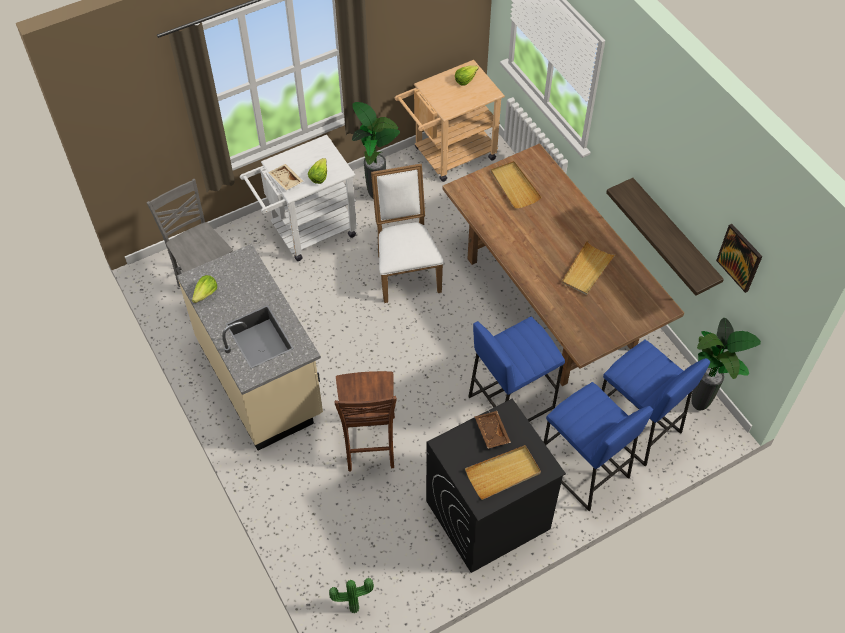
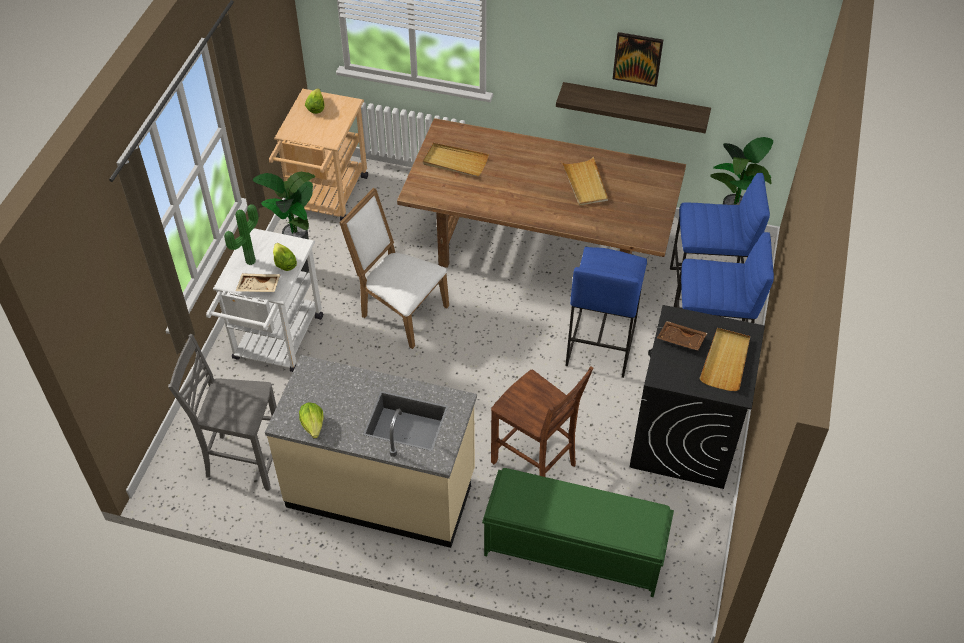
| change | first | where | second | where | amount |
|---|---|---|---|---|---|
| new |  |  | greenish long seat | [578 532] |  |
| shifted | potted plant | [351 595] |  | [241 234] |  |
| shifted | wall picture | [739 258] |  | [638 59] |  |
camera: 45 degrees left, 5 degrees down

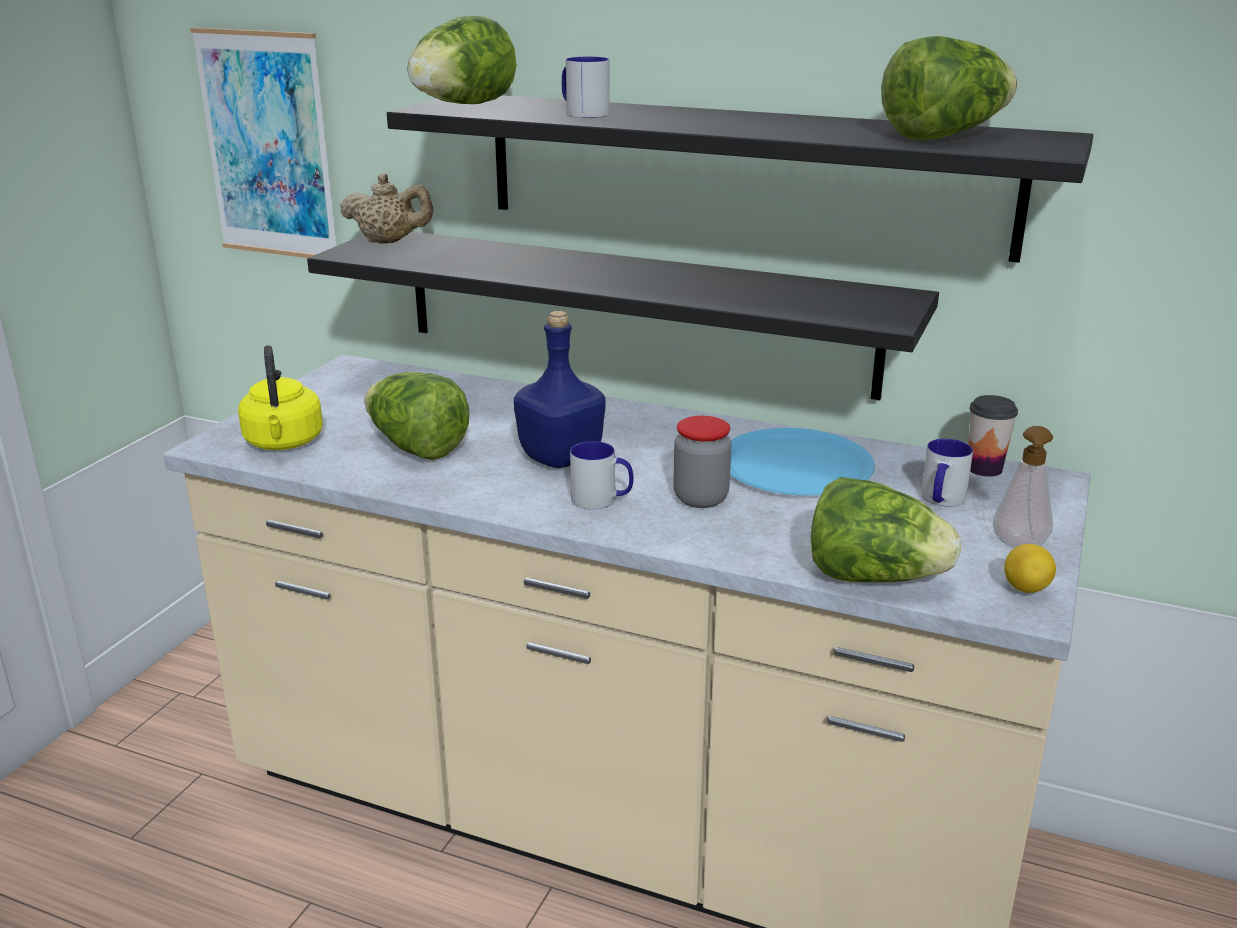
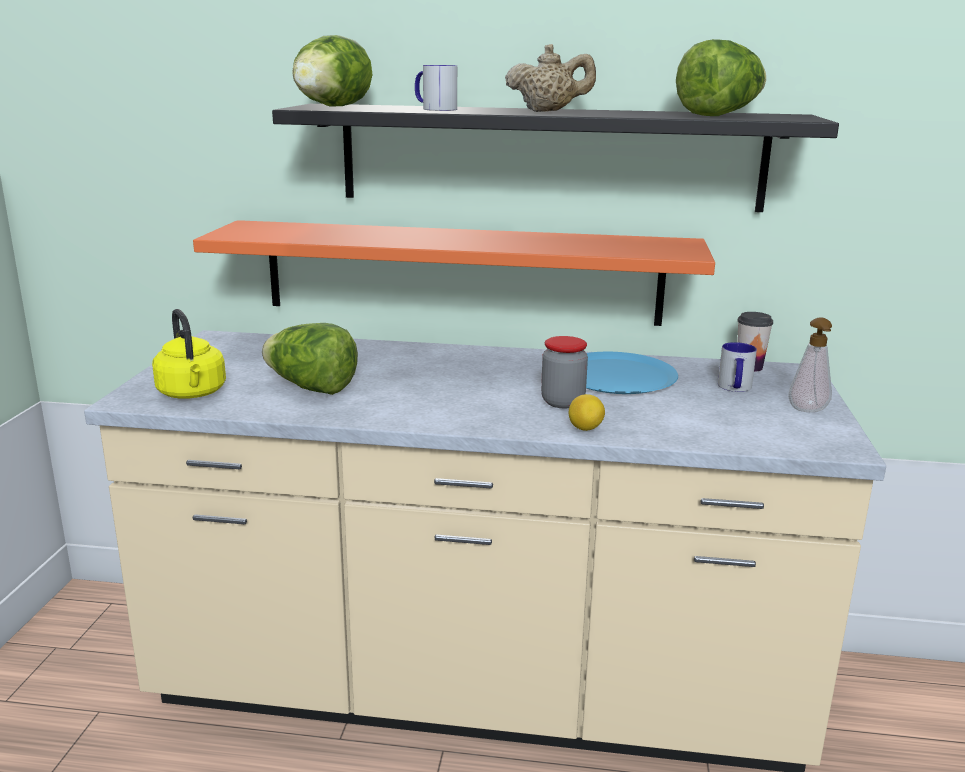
| change | first | where | second | where | amount |
|---|---|---|---|---|---|
| gone | wall picture | [263 142] |  |  |  |
| gone | bluish drink bottle | [560 389] |  |  |  |
| gone | mug | [601 475] |  |  |  |
| gone | lettuce head | [886 529] |  |  |  |
| shifted | beige-coloured pot for tea | [386 208] |  | [550 78] |  |
| shifted | whole lemon | [1030 568] |  | [587 412] |  |
| repainted | black-coloured wall shelf | [623 316] | orangey wall shelf | [454 273] |  |
camera: 15 degrees left, 5 degrees down

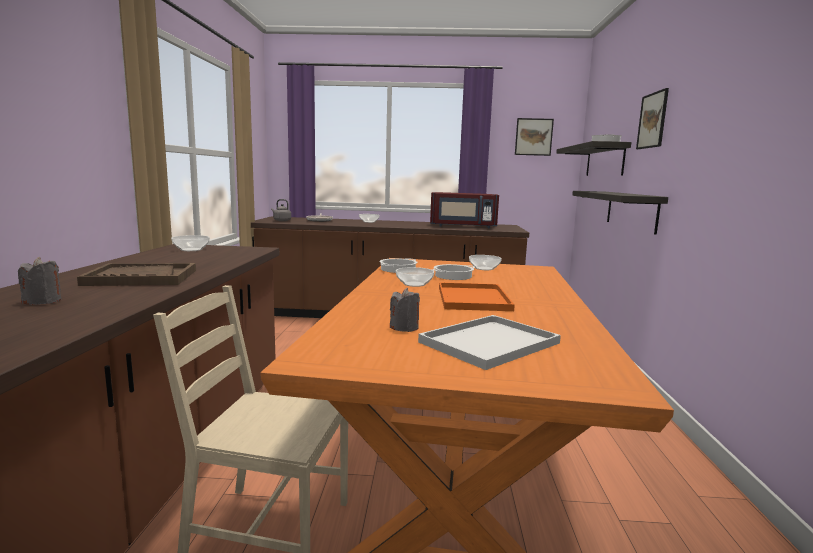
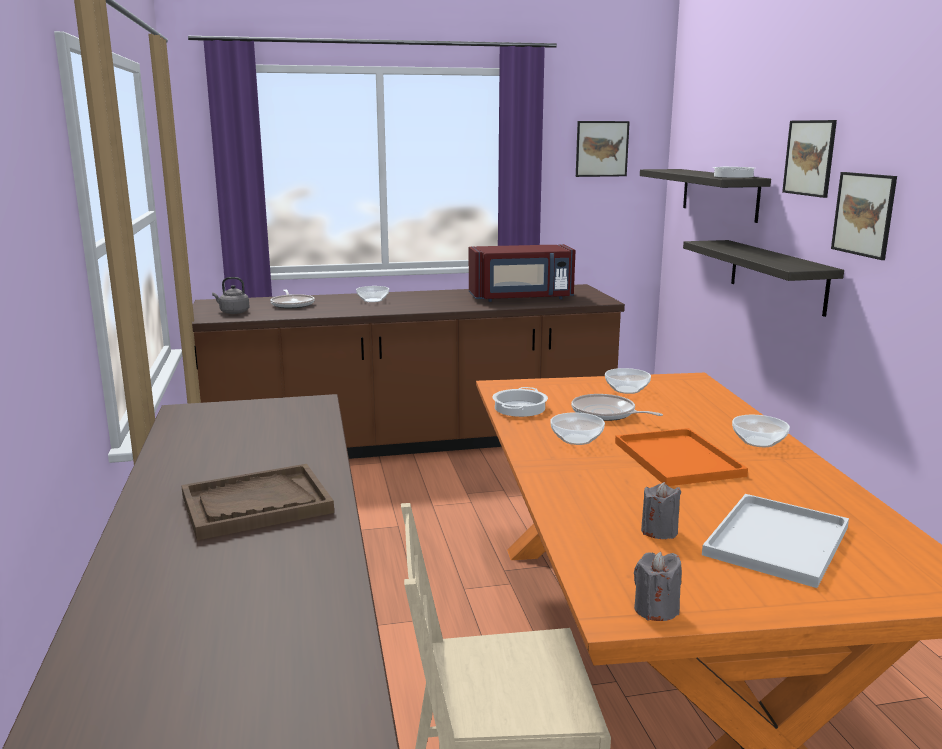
| change | first | where | second | where | amount |
|---|---|---|---|---|---|
| new |  |  | wall picture | [864 216] |  |
| shifted | grey wax candle | [39 281] |  | [658 586] |  |
| shifted | serving bowl | [190 243] |  | [761 431] |  |
| swapped | stockpot | [453 272] | frying pan | [617 407] |  |
camera: 15 degrees left, 5 degrees up

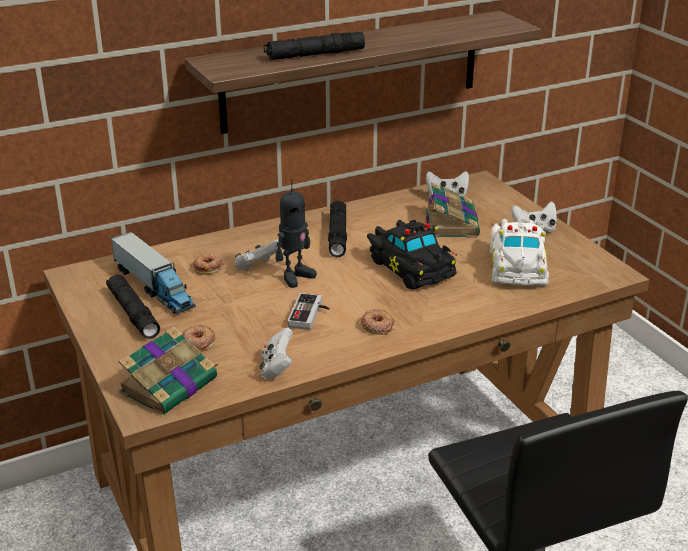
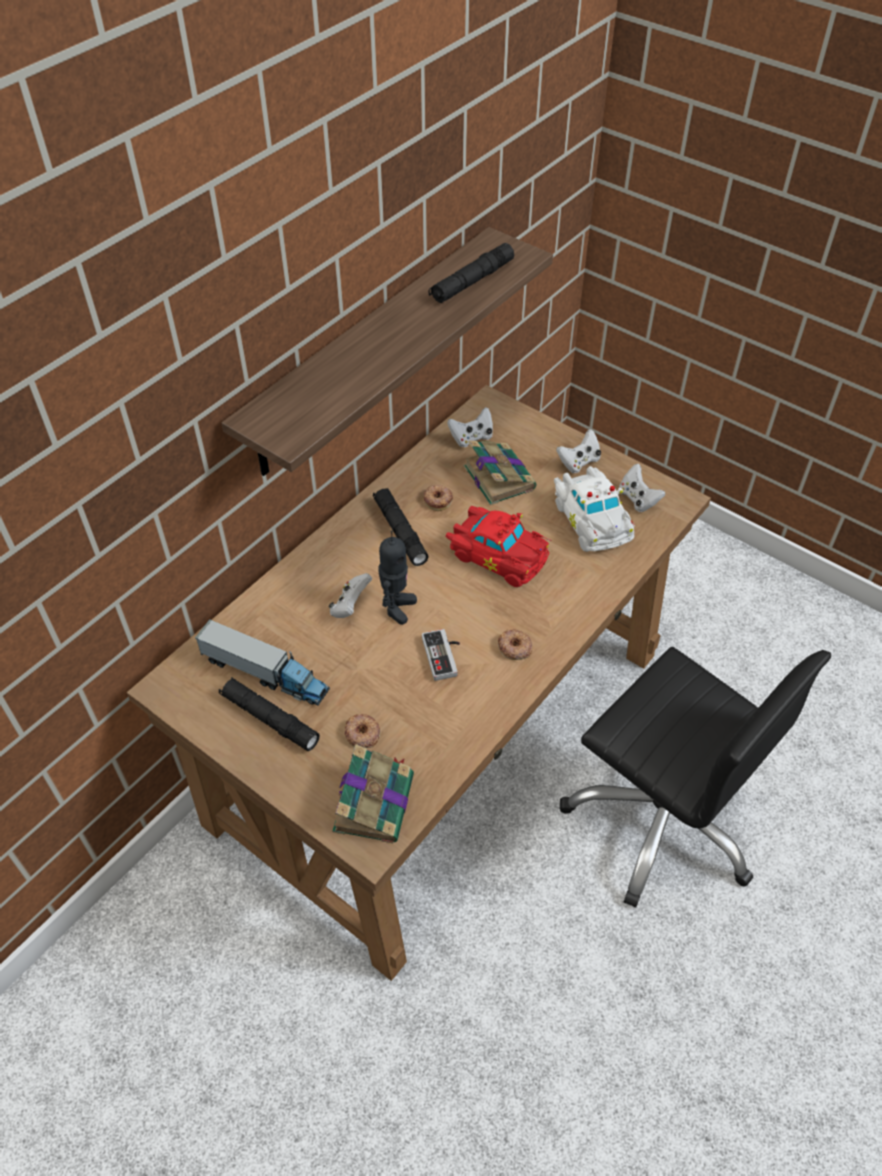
| change | first | where | second | where | amount |
|---|---|---|---|---|---|
| shifted | donut | [208 264] |  | [438 498] |  |
| shifted | white-coloured joypad | [276 354] |  | [642 488] |  |
| shifted | black-coloured torch | [314 45] |  | [471 273] |  |
| repainted | black-coloured miniature car | [412 255] | red miniature car | [498 546] |  |
camera: 25 degrees left, 20 degrees up

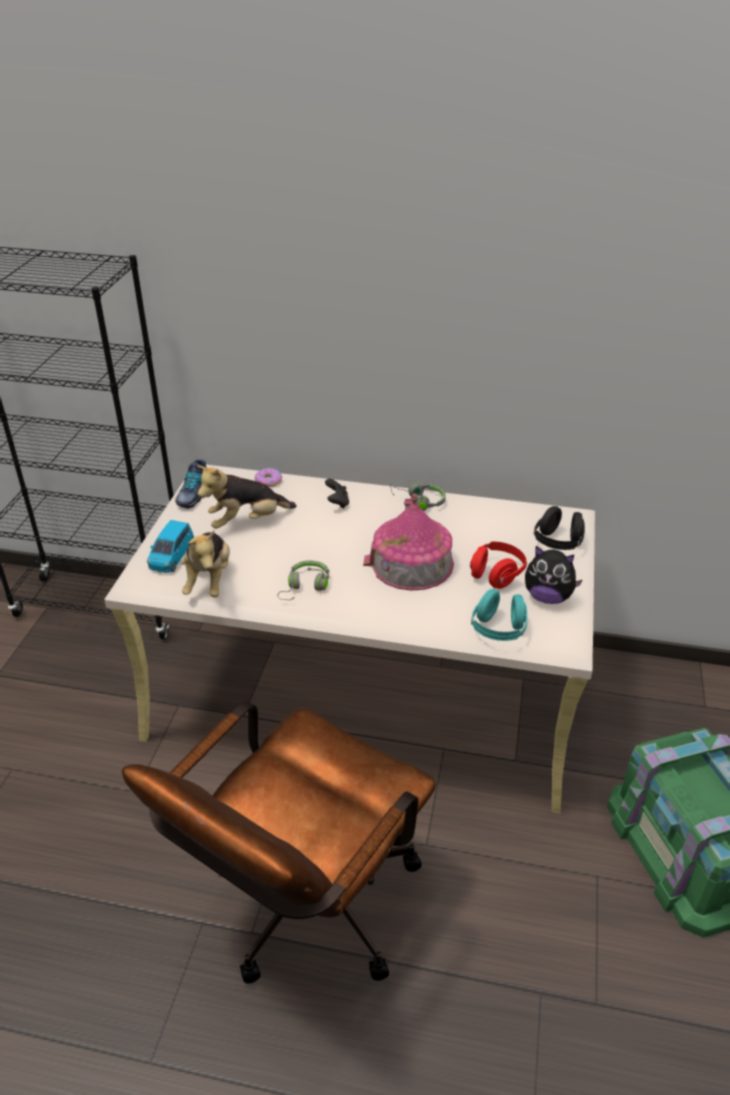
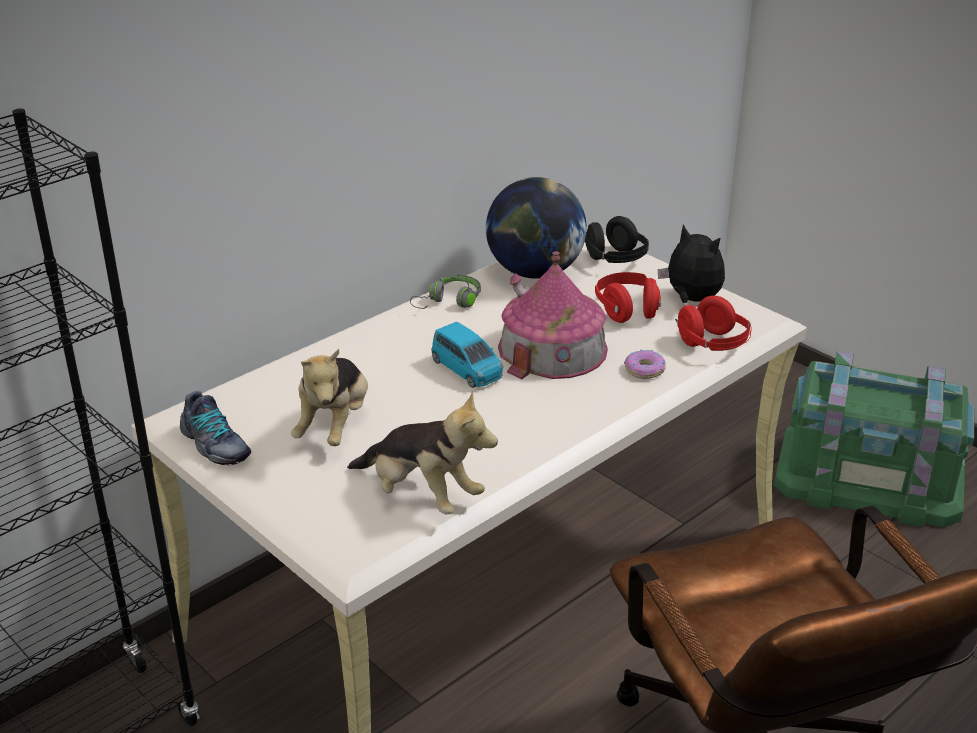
| change | first | where | second | where | amount |
|---|---|---|---|---|---|
| gone | grey headset | [303 580] |  |  |  |
| gone | black-coloured joypad | [337 493] |  |  |  |
| new |  |  | globe | [536 228] |  |
| shifted | bluish miniature car | [170 546] |  | [467 355] |  |
| shifted | donut | [268 477] |  | [645 364] |  |
| repainted | turquoise headset | [499 615] | red headset | [713 323] |  |
| rotated | cuddly toy | [553 575] |  | [691 264] | 105 degrees counterclockwise |
camera: 55 degrees left, 5 degrees down

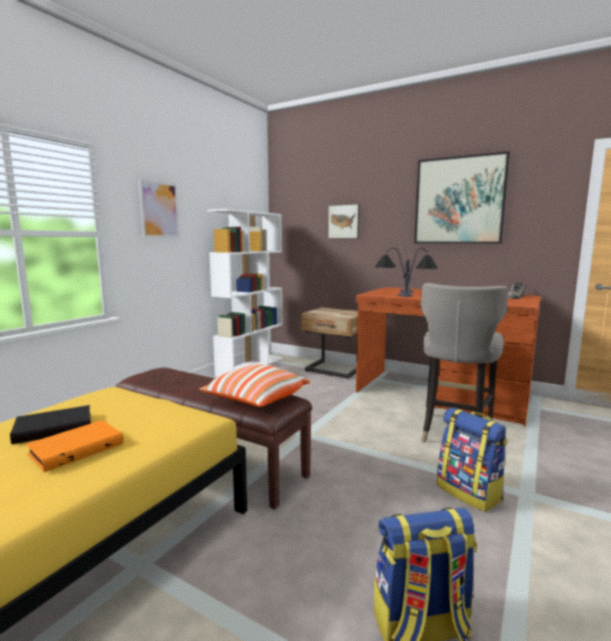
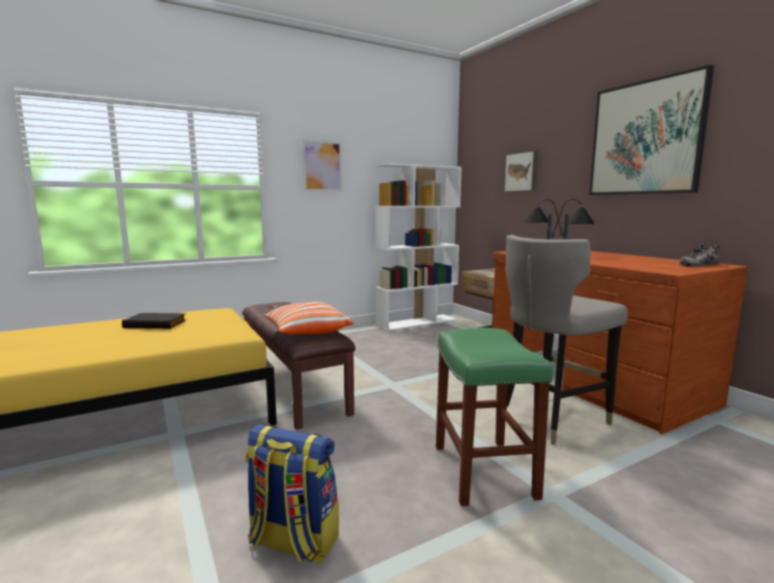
| change | first | where | second | where | amount |
|---|---|---|---|---|---|
| gone | orangey book | [75 446] |  |  |  |
| swapped | knapsack | [472 459] | greenish stool | [494 417] |  |
camera: 30 degrees right, 0 degrees up

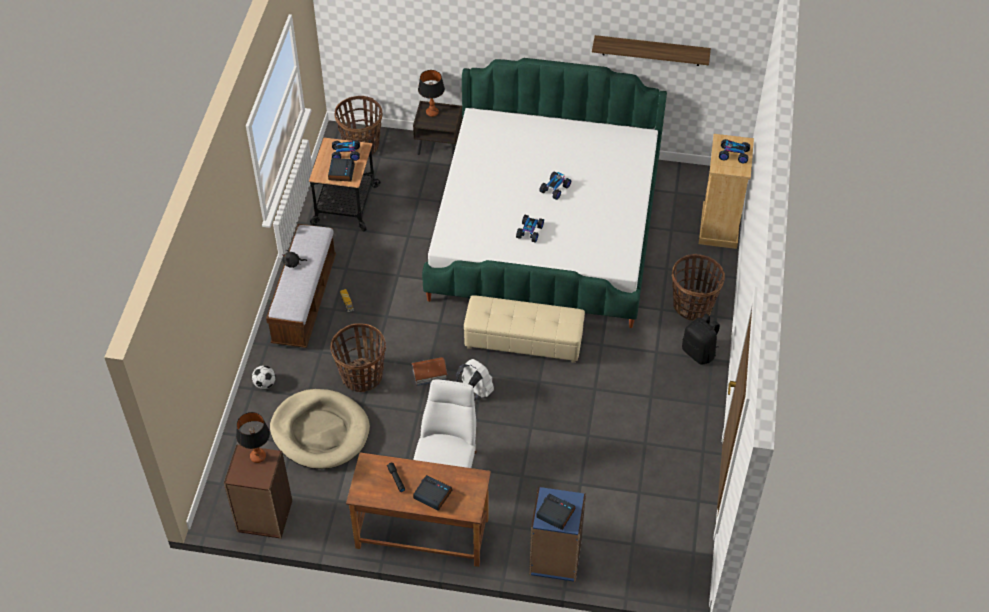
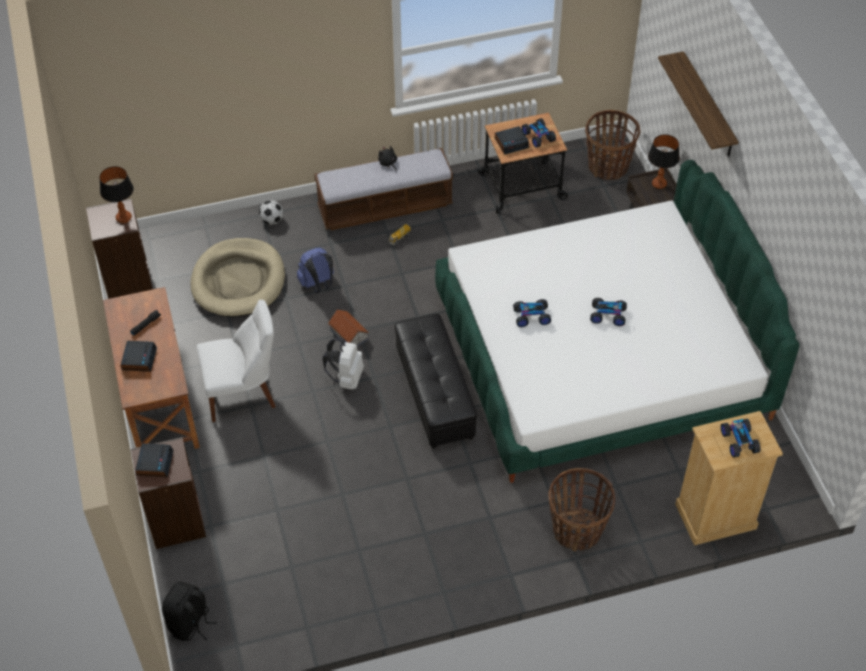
| change | first | where | second | where | amount |
|---|---|---|---|---|---|
| shifted | wall shelf | [651 50] |  | [698 104] |  |
| shifted | black-coloured knapsack | [701 339] |  | [189 611] |  |
| swapped | basket | [358 358] | bluish knapsack | [315 270] |  |
| repainted | beige-coloured pouffe | [524 329] | black-coloured pouffe | [436 381] |  |
| repainted | bluish bookshelf | [557 534] | brown-coloured bookshelf | [168 493] |  |
camera: 65 degrees right, 0 degrees up

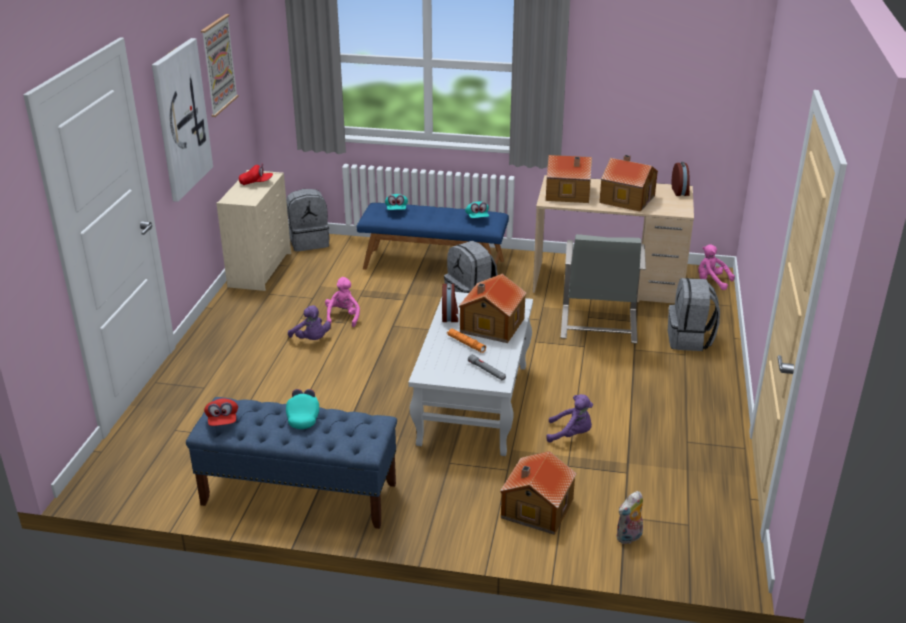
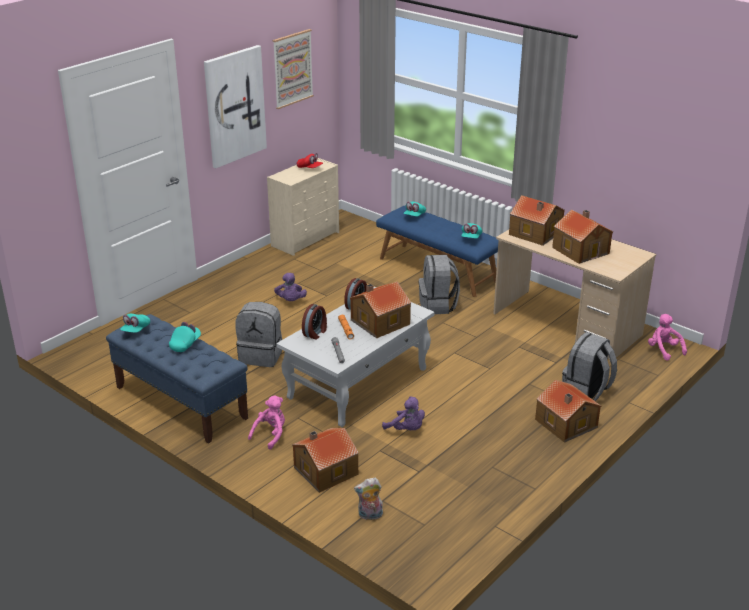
| change | first | where | second | where | amount |
|---|---|---|---|---|---|
| gone | grey upright chair | [603 288] |  |  |  |
| new |  |  | miniature house | [568 411] |  |
| shifted | grey knapsack | [308 220] |  | [258 334] |  |
| shifted | pink cuddly toy | [342 302] |  | [266 422] |  |
| shifted | bedside clock | [681 179] |  | [314 322] |  |
| repainted | red peaked cap | [221 412] | turquoise peaked cap | [135 323] |  |
camera: 30 degrees right, 0 degrees up

